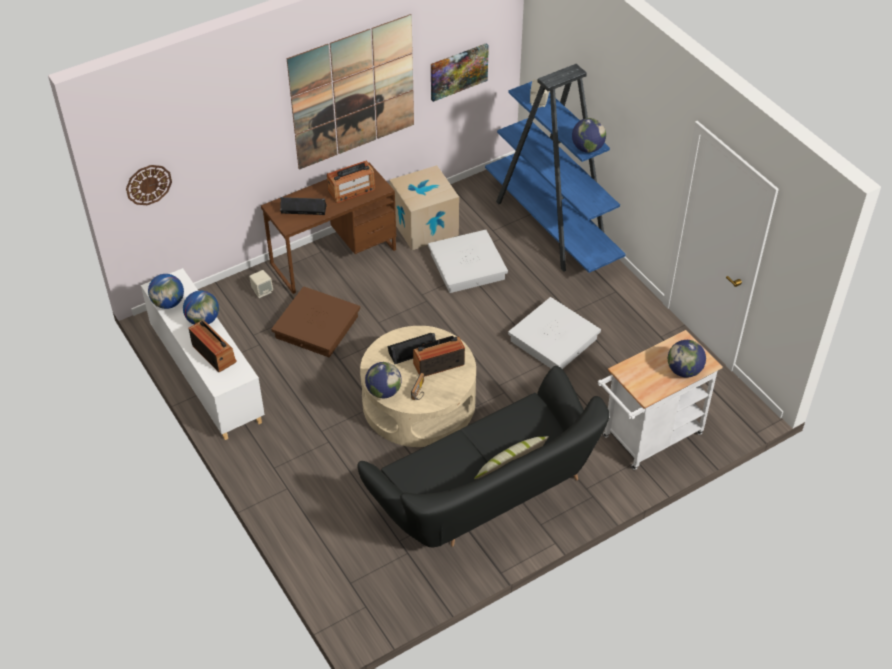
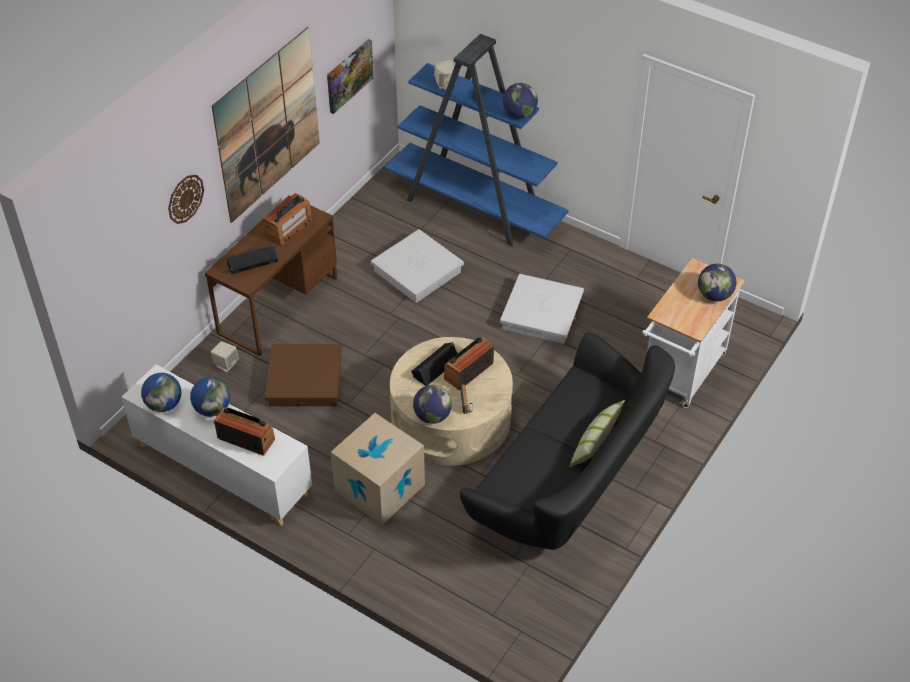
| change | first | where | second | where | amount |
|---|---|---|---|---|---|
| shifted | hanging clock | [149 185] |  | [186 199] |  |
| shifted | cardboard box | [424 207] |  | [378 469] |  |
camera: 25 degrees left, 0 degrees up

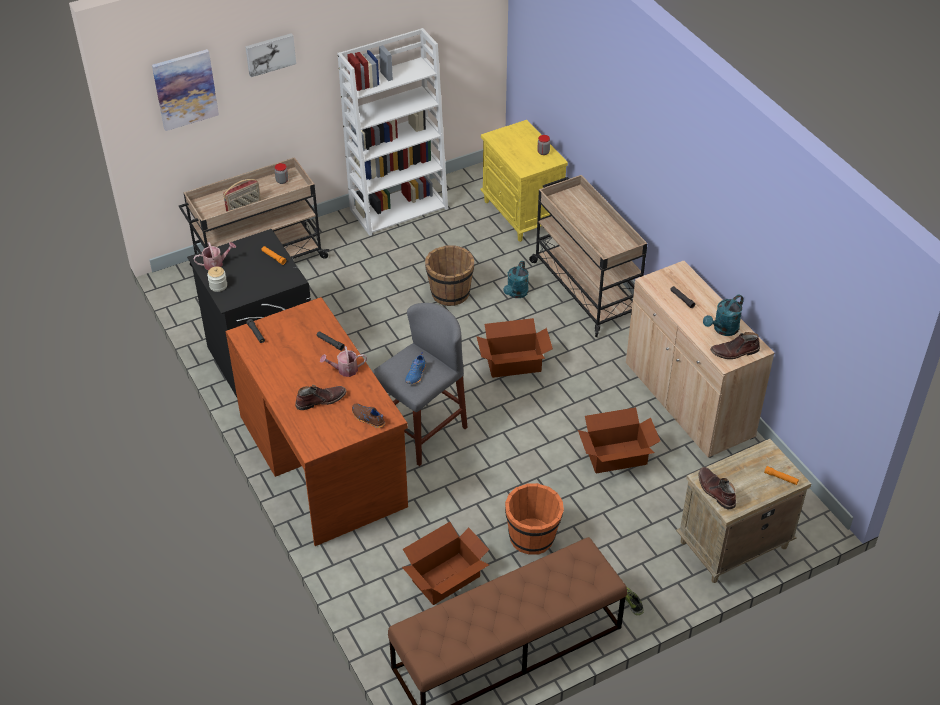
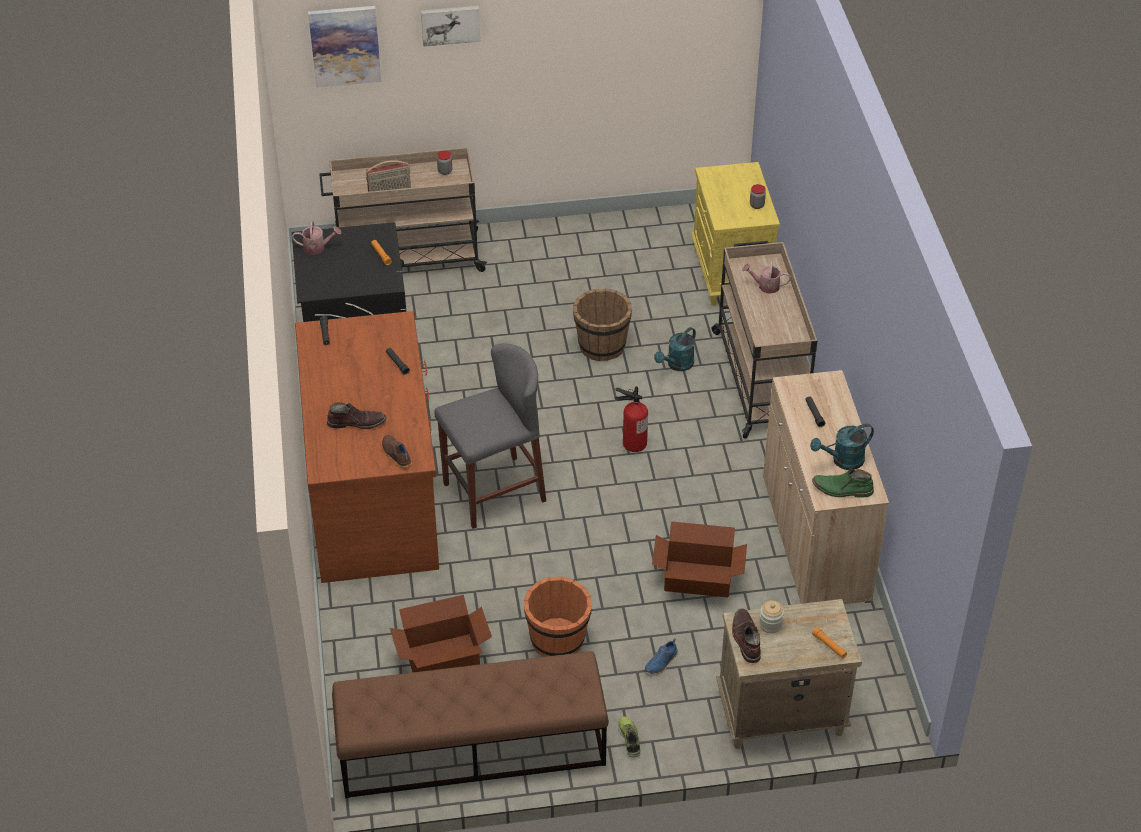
| change | first | where | second | where | amount |
|---|---|---|---|---|---|
| gone | white-coloured bookshelf | [392 132] |  |  |  |
| shifted | jar | [217 279] |  | [771 617] |  |
| shifted | watering can | [343 361] |  | [766 277] |  |
| shifted | bluish item of footwear | [415 368] |  | [661 656] |  |
| swapped | cardboard box | [514 348] | extinguisher | [631 419] |  |
| repainted | brown-coloured high-top boot | [735 345] | greenish high-top boot | [843 482] |  |
camera: 20 degrees right, 0 degrees up

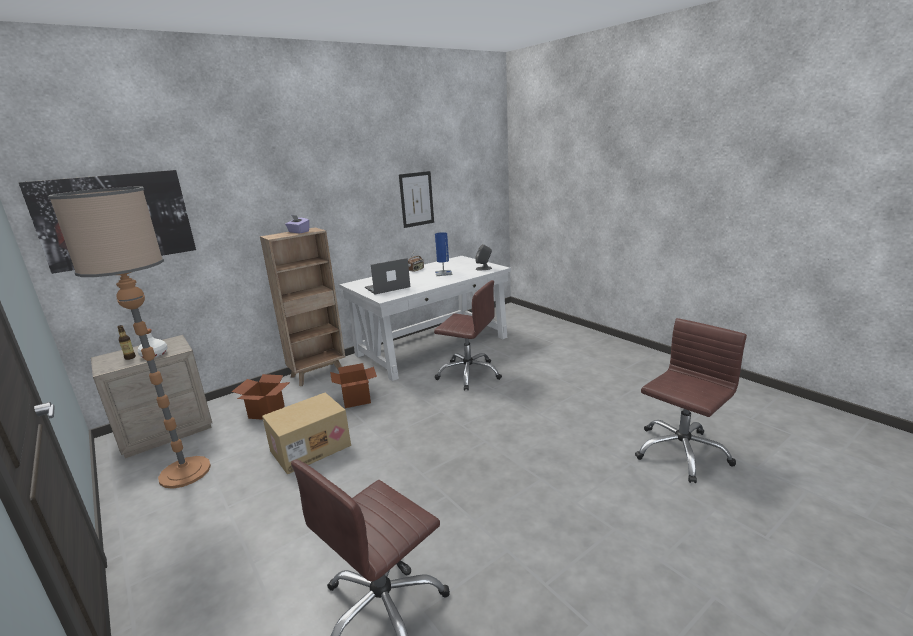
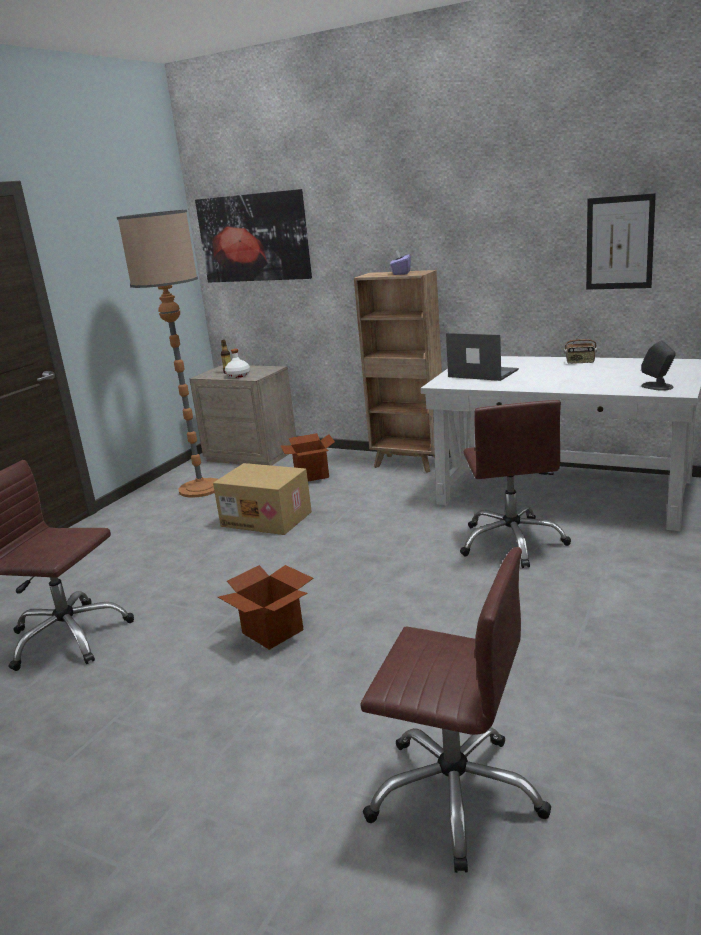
| change | first | where | second | where | amount |
|---|---|---|---|---|---|
| gone | bluish lamp for a table | [444 254] |  |  |  |
| shifted | cardboard box | [353 385] |  | [266 607] |  |
camera: 65 degrees right, 0 degrees up

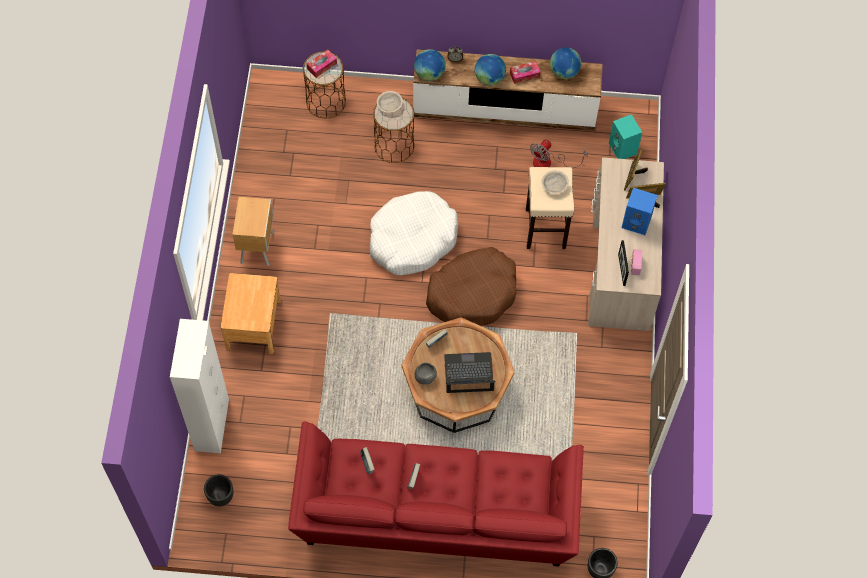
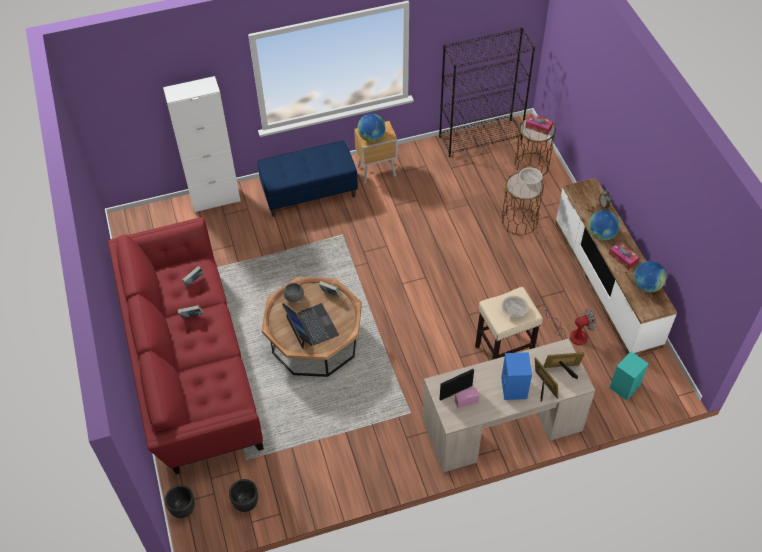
| change | first | where | second | where | amount |
|---|---|---|---|---|---|
| gone | white-coloured dog bed | [414 233] |  |  |  |
| gone | brown-coloured dog bed | [471 286] |  |  |  |
| new |  |  | black-coloured bookshelf | [487 92] |  |
| shifted | black-coloured flower pot | [218 490] |  | [243 495] |  |
| shifted | globe | [430 65] |  | [372 128] |  |
| swapped | brown-coloured bedside table | [251 313] | bluish long seat | [308 179] |  |
| rotated | fan | [559 154] |  | [570 325] | 150 degrees clockwise |
camera: 70 degrees right, 10 degrees down

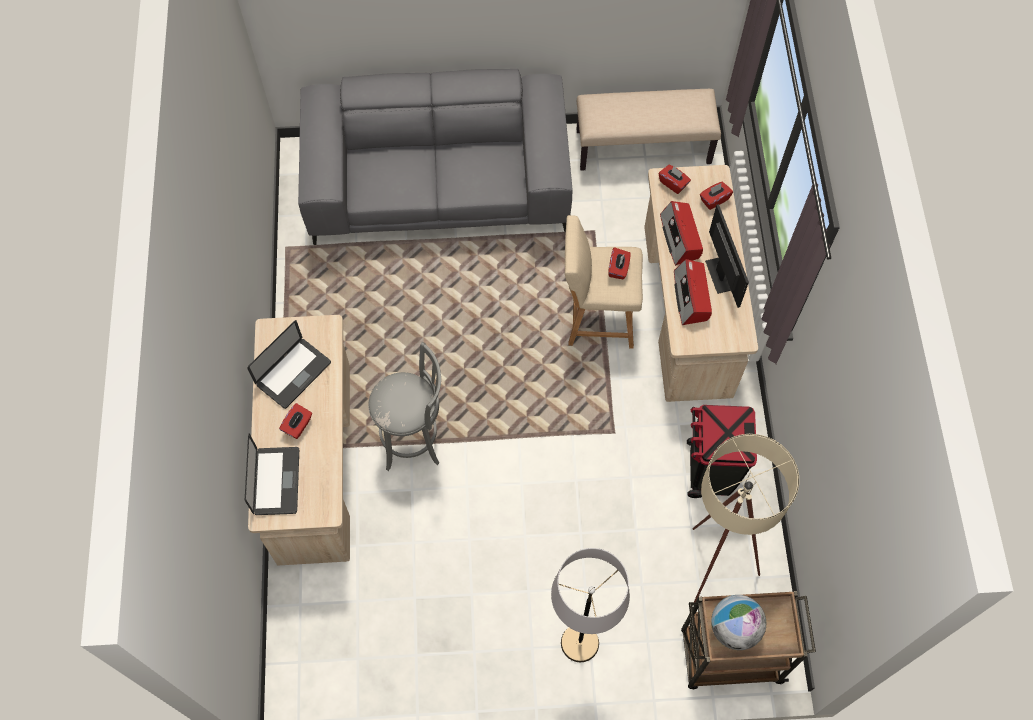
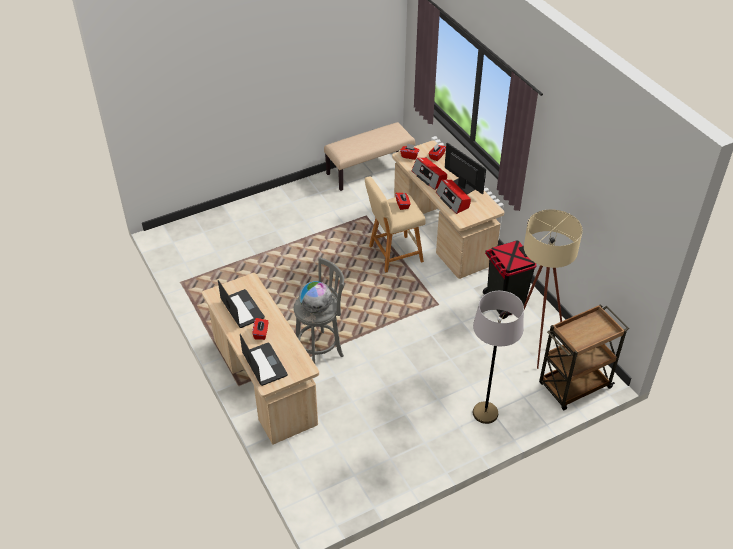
| change | first | where | second | where | amount |
|---|---|---|---|---|---|
| gone | grey sofa | [435 157] |  |  |  |
| shifted | globe | [738 622] |  | [315 297] |  |
| rotated | portable computer | [289 364] |  | [241 304] | 45 degrees counterclockwise |
camera: 25 degrees left, 20 degrees down

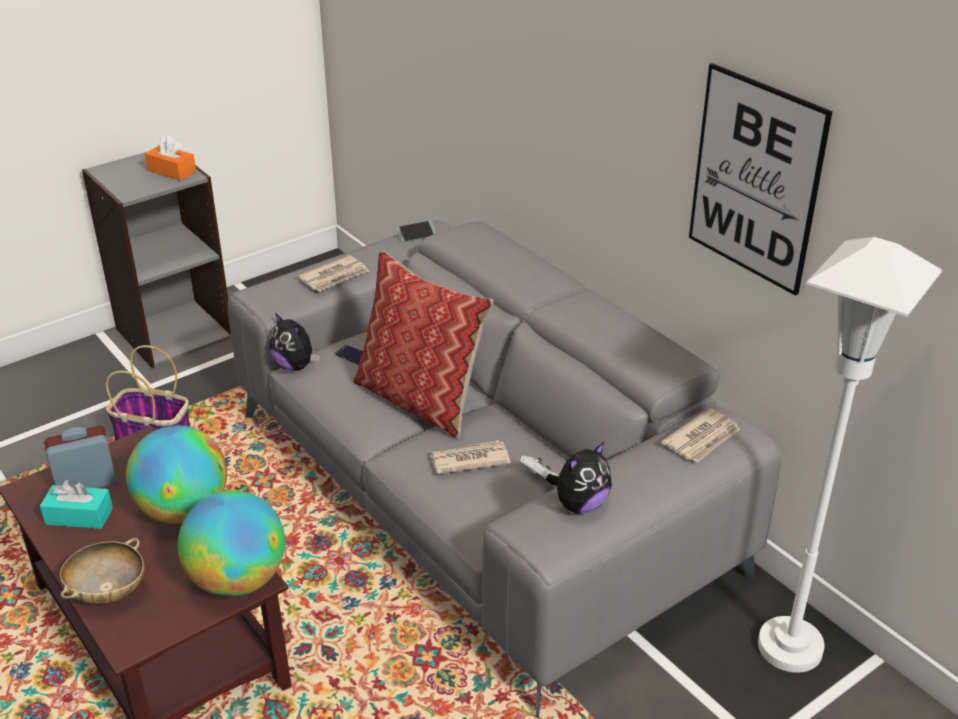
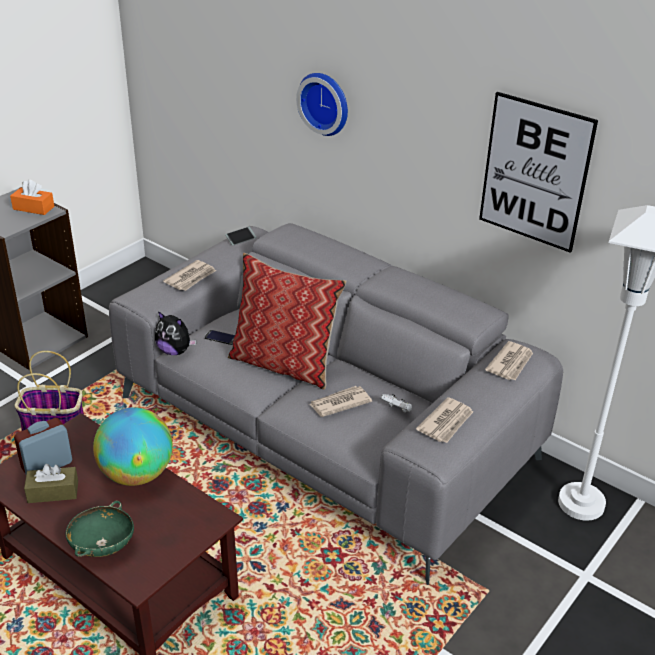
| change | first | where | second | where | amount |
|---|---|---|---|---|---|
| gone | globe | [231 543] |  |  |  |
| new |  |  | hanging clock | [322 104] |  |
| swapped | cuddly toy | [579 478] | newspaper | [444 420] |  |
| repainted | turquoise tissue holder | [76 504] | brown-coloured tissue holder | [51 483] |  |
| repainted | beige-coloured serving bowl | [102 571] | greenish serving bowl | [100 529] |  |
camera: 15 degrees left, 0 degrees up

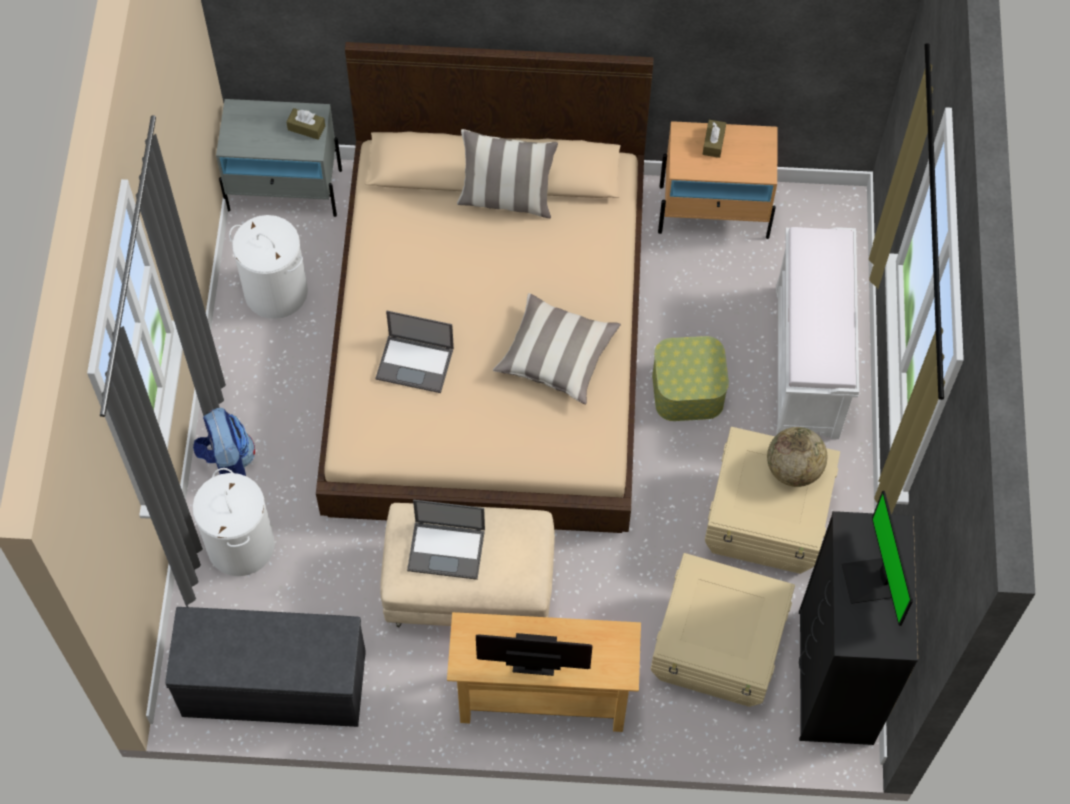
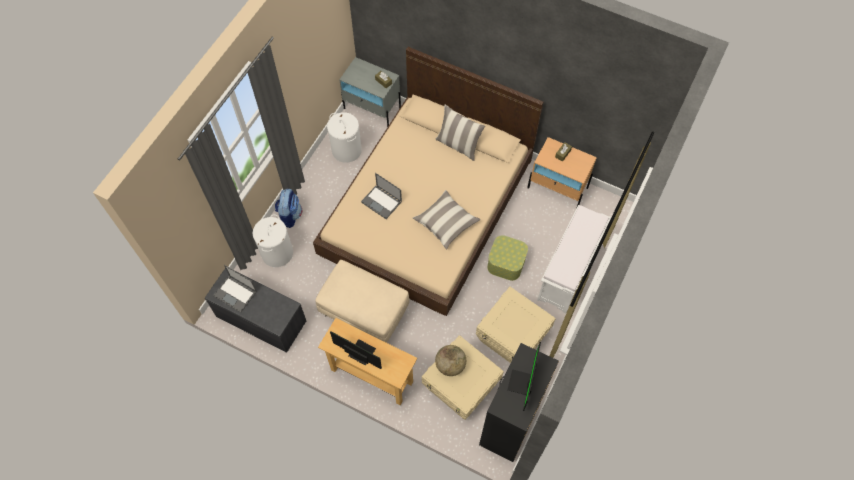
| change | first | where | second | where | amount |
|---|---|---|---|---|---|
| shifted | portable computer | [446 540] |  | [235 289] |  |
| shifted | globe | [797 457] |  | [450 360] |  |
camera: 25 degrees right, 0 degrees up

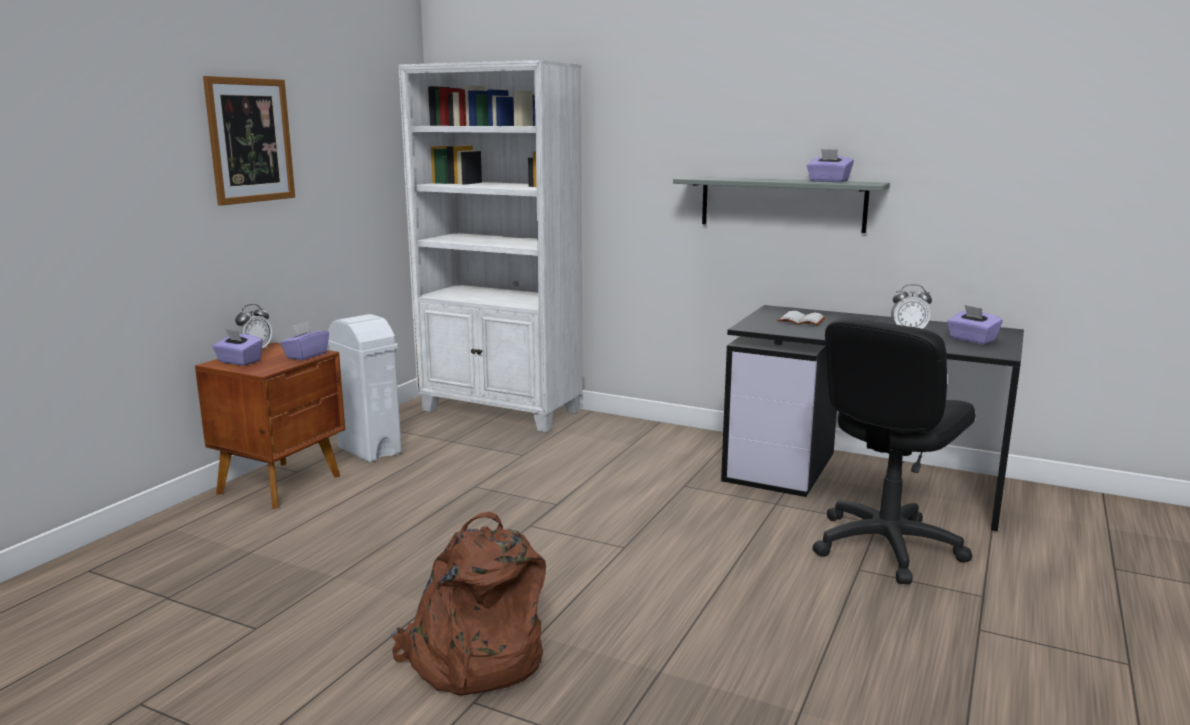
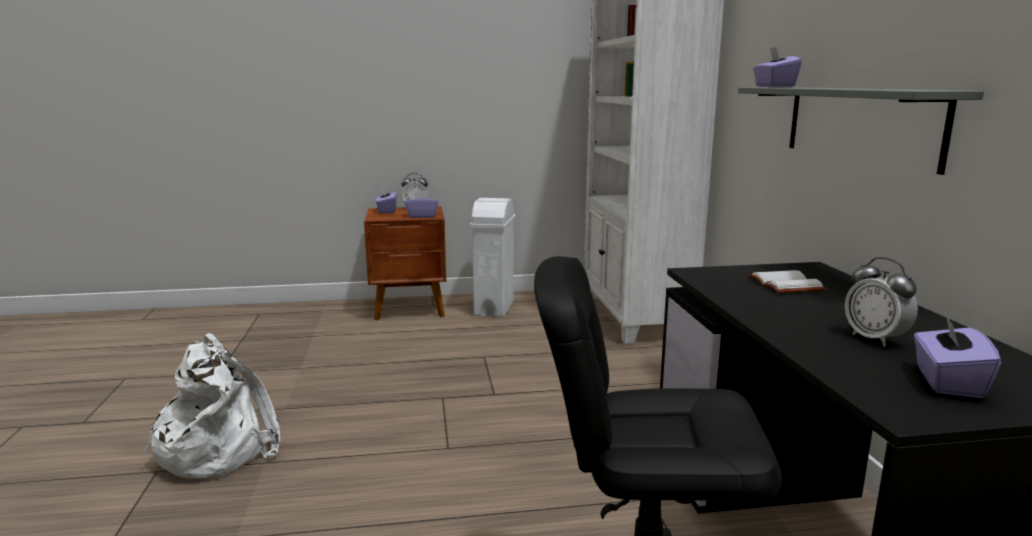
| change | first | where | second | where | amount |
|---|---|---|---|---|---|
| gone | wall picture | [249 141] |  |  |  |
| shifted | purplish tissue holder | [830 165] |  | [777 67] |  |
| repainted | brown-coloured knapsack | [468 603] | white-coloured knapsack | [212 406] |  |
camera: 55 degrees right, 0 degrees up

